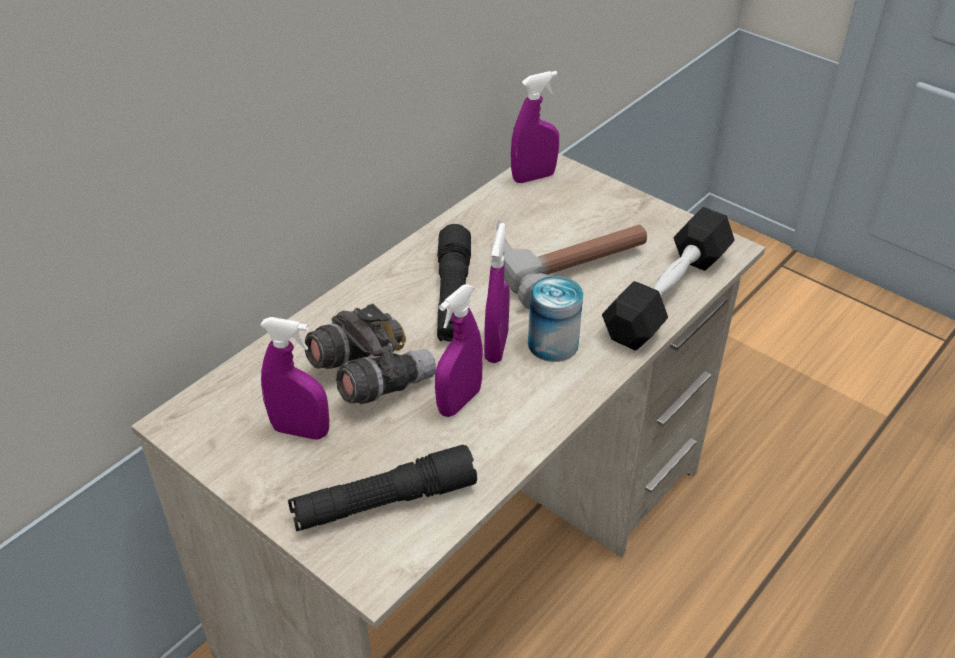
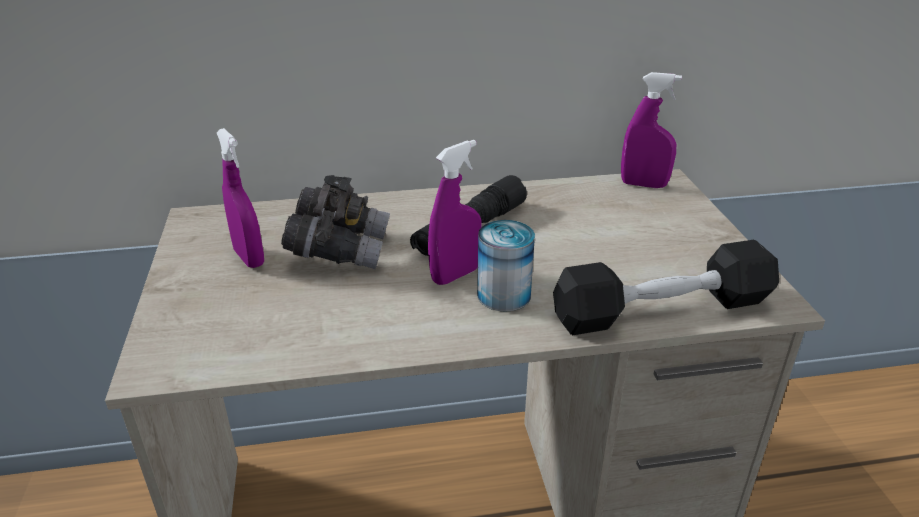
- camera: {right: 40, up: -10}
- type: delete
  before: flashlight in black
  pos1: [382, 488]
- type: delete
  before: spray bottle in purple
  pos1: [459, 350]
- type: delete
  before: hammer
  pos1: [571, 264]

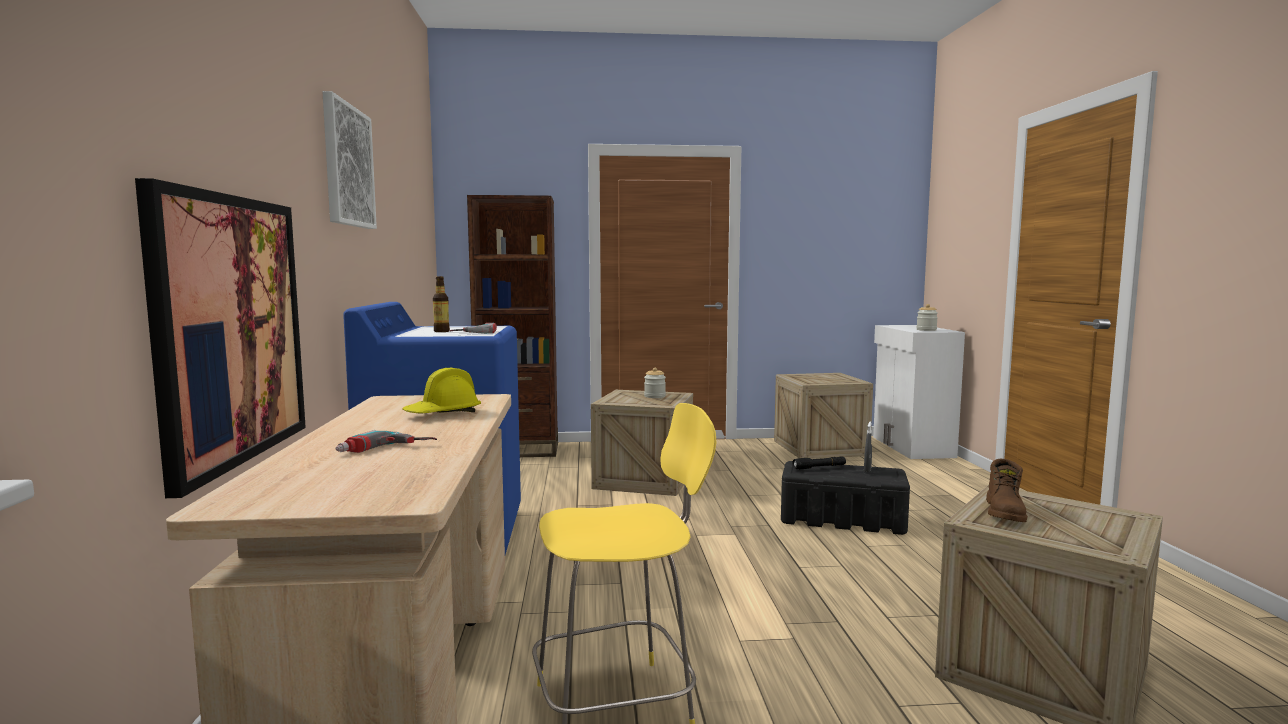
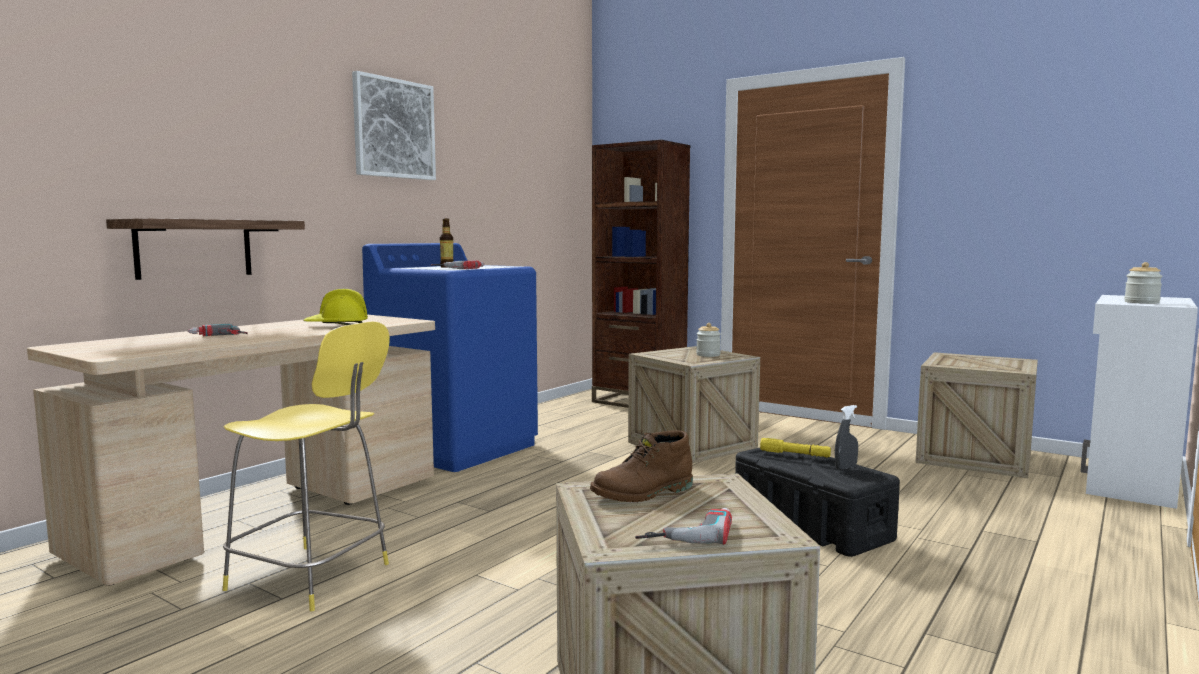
- camera: {right: 40, up: 0}
- type: insert
  after: power drill
  pos2: [683, 526]
- type: replace
  before: picture
  after: shelf
  pos1: [220, 338]
  pos2: [205, 249]
- type: recolor
  before: flashlight in black
  after: flashlight in yellow
  pos1: [819, 462]
  pos2: [795, 448]

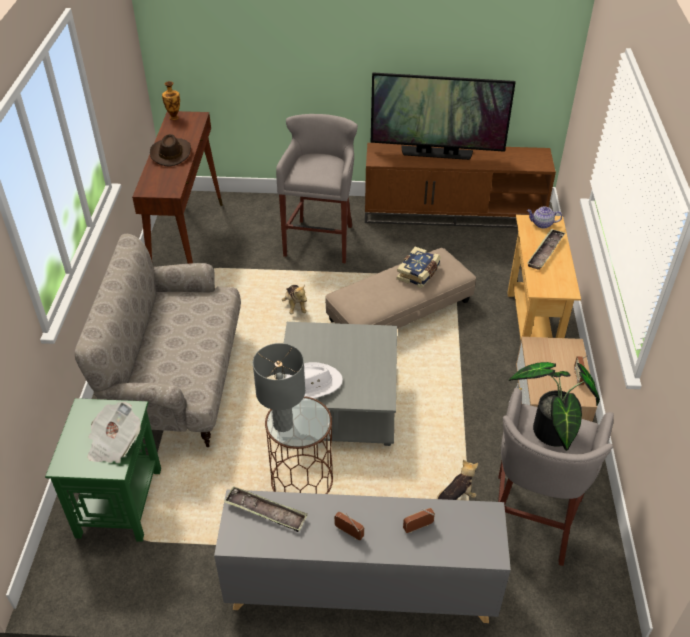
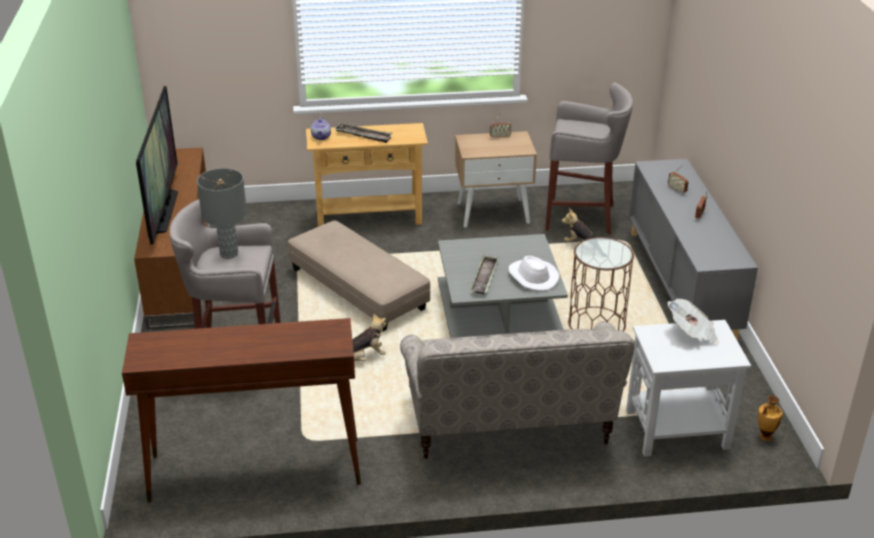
- camera: {right: -100, up: -10}
- type: delete
  before: hat in brown
  pos1: [170, 150]
- type: delete
  before: book
  pos1: [419, 267]
- type: delete
  before: potted plant
  pos1: [554, 406]
- type: move
  before: vase
  pos1: [171, 100]
  pos2: [770, 418]
- type: move
  before: tray
  pos1: [266, 509]
  pos2: [484, 275]
- type: move
  before: table lamp in grey
  pos1: [279, 387]
  pos2: [222, 213]
- type: recolor
  before: side table in green
  after: side table in white
  pos1: [103, 470]
  pos2: [688, 388]

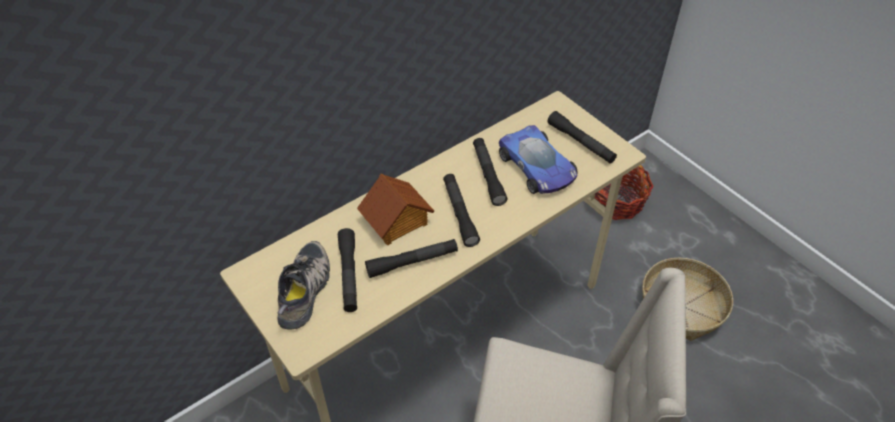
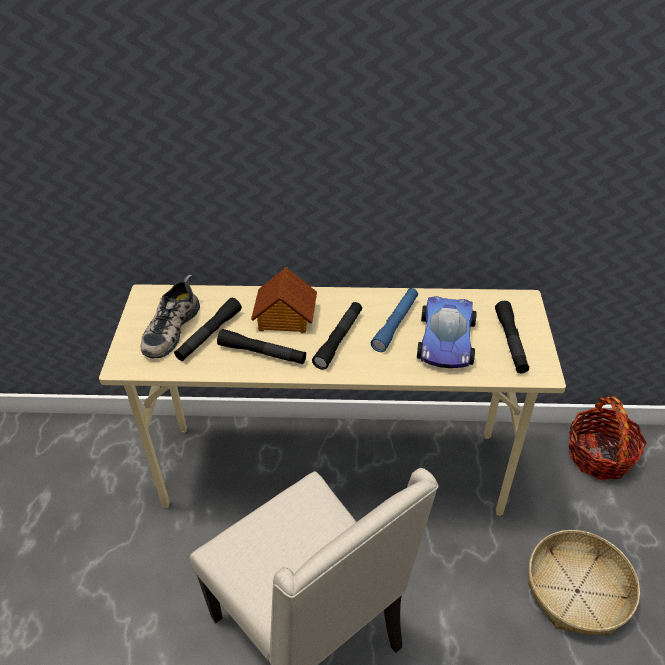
- camera: {right: 40, up: -5}
- type: recolor
  before: flashlight in black
  after: flashlight in blue
  pos1: [490, 172]
  pos2: [394, 320]
- type: rotate
  before: shoe
  pos1: [303, 285]
  pos2: [170, 317]
  turn: 150

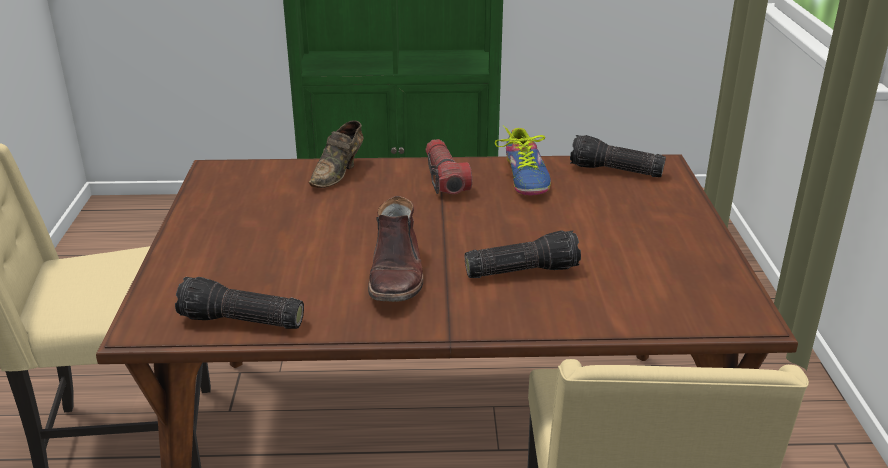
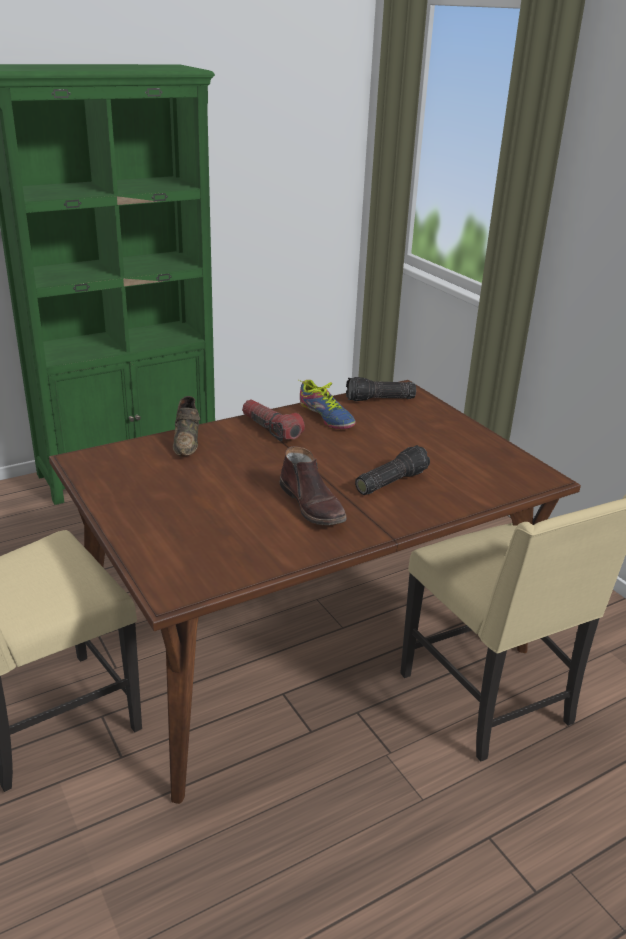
- camera: {right: -30, up: 0}
- type: delete
  before: flashlight
  pos1: [239, 303]

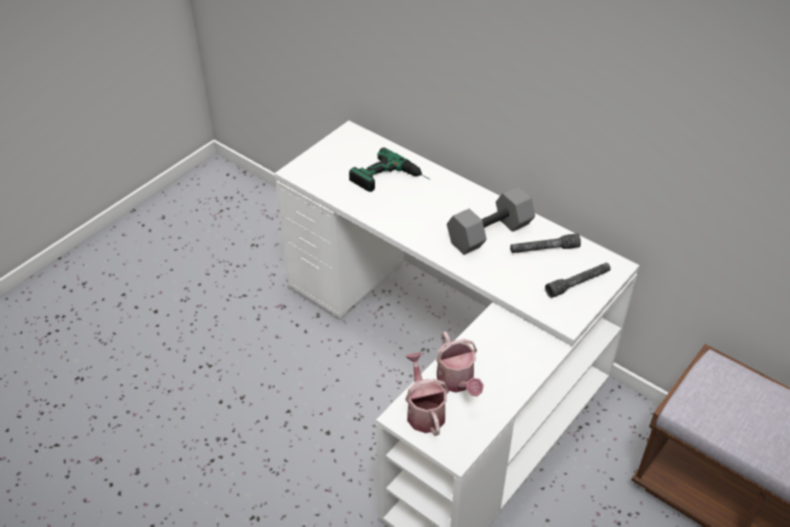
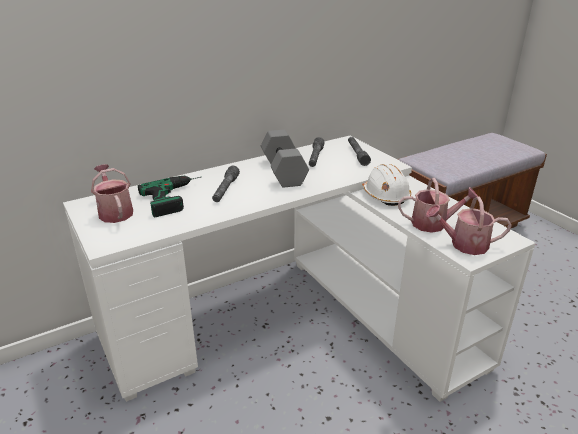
- camera: {right: -70, up: -15}
- type: insert
  after: watering can
  pos2: [112, 193]
- type: insert
  after: flashlight in grey
  pos2: [226, 184]
- type: insert
  after: hard hat in white
  pos2: [386, 185]

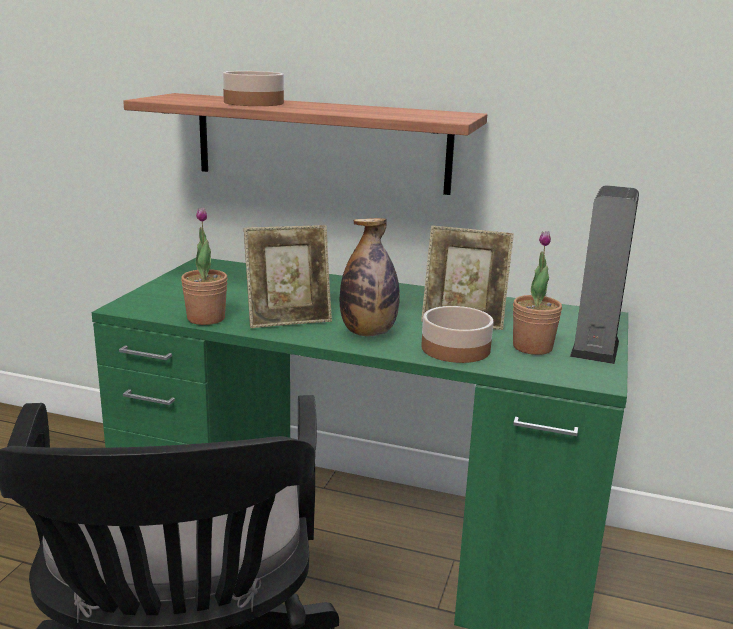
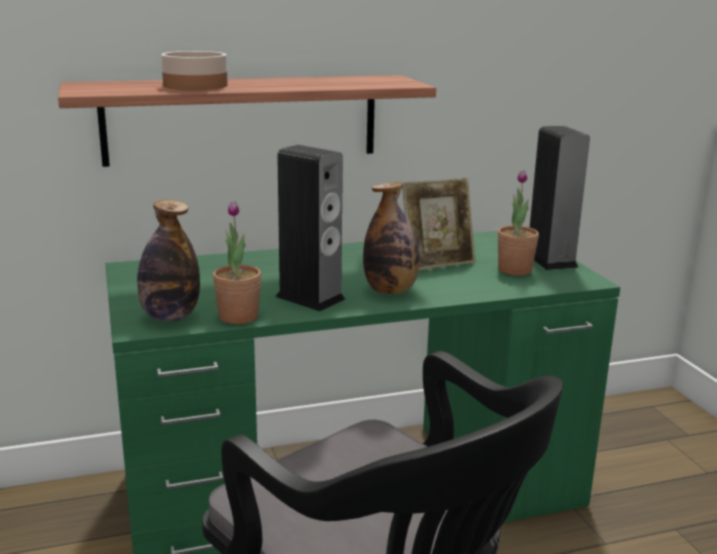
- camera: {right: -35, up: 0}
- type: delete
  before: bowl
  pos1: [457, 334]
- type: insert
  after: bottle
  pos2: [168, 260]
- type: replace
  before: picture frame
  after: speaker
  pos1: [288, 276]
  pos2: [310, 228]

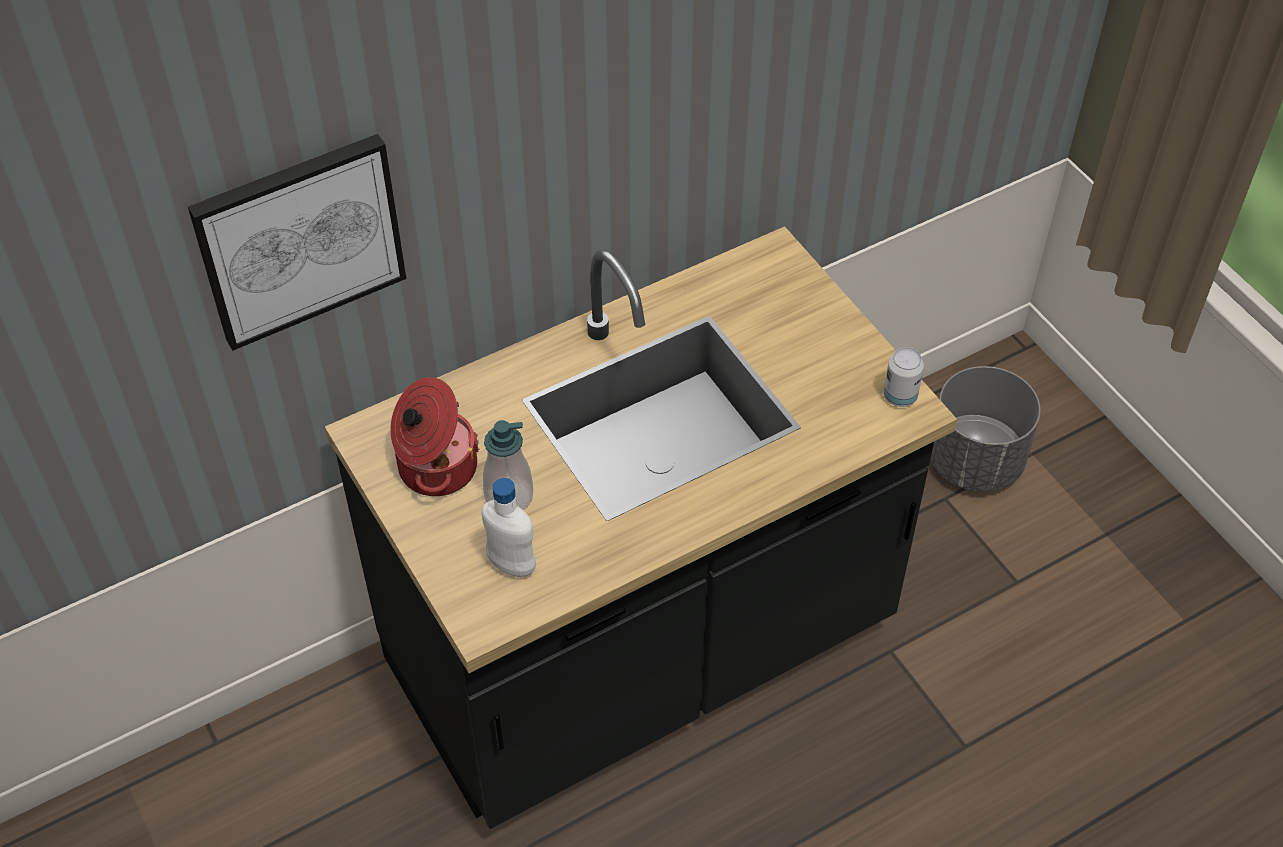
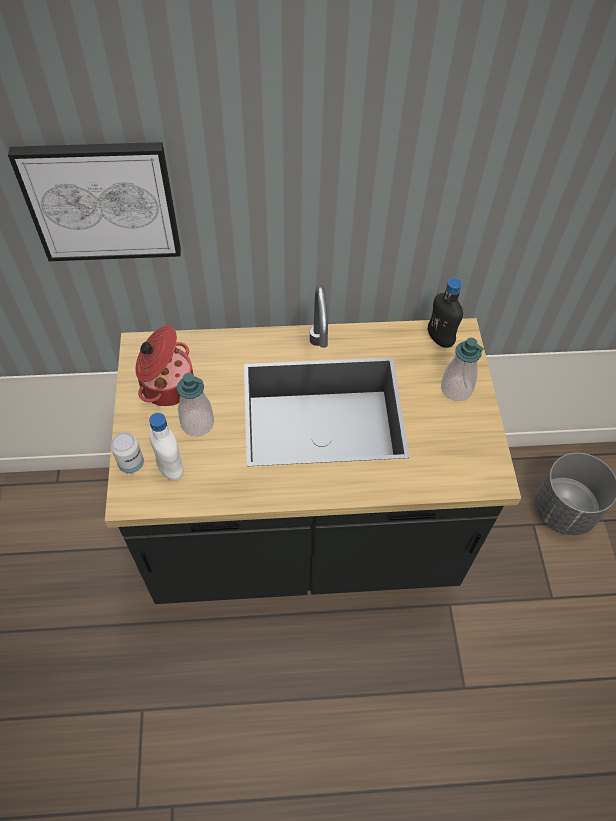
- camera: {right: 25, up: 5}
- type: insert
  after: bottle in black
  pos2: [445, 313]
- type: insert
  after: soap dispenser
  pos2: [462, 369]
- type: move
  before: can
  pos1: [903, 377]
  pos2: [127, 453]

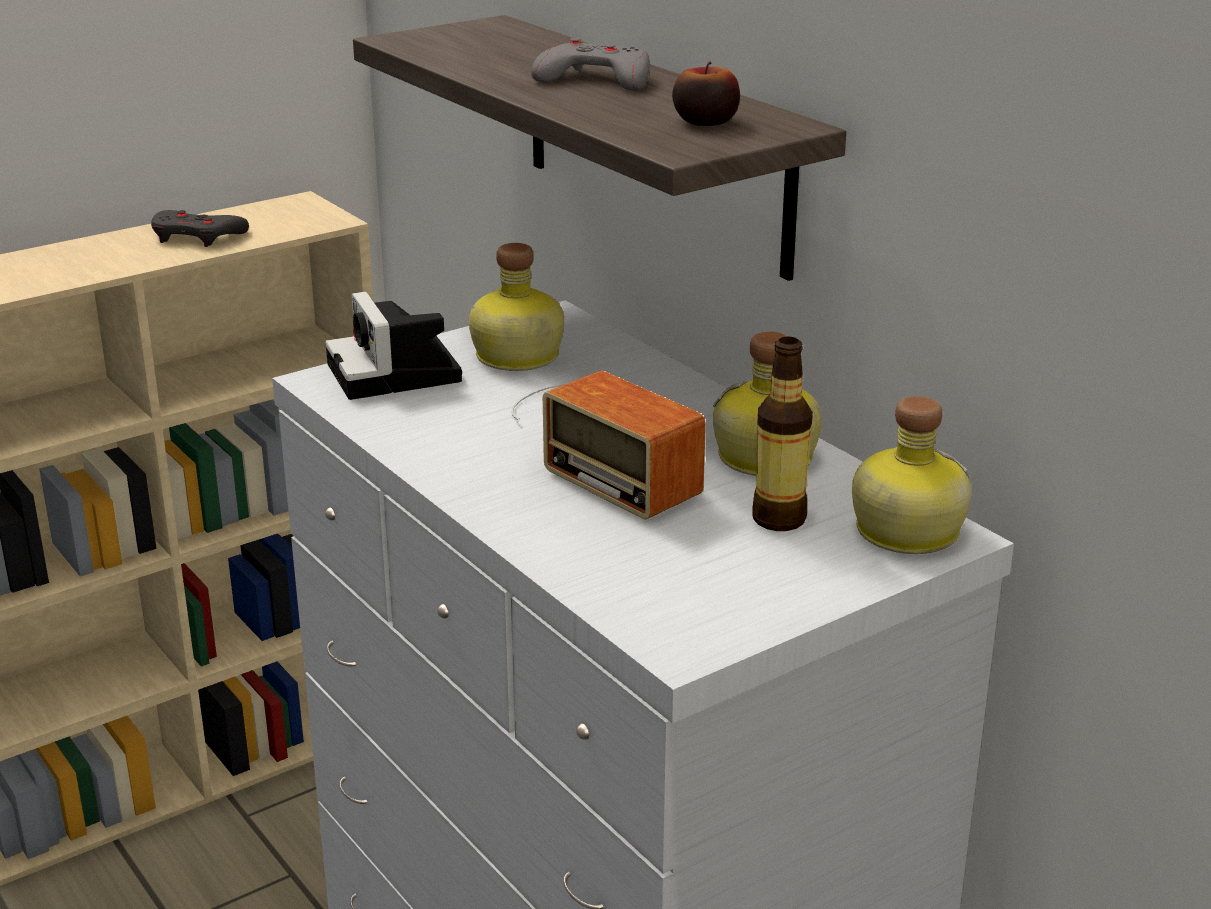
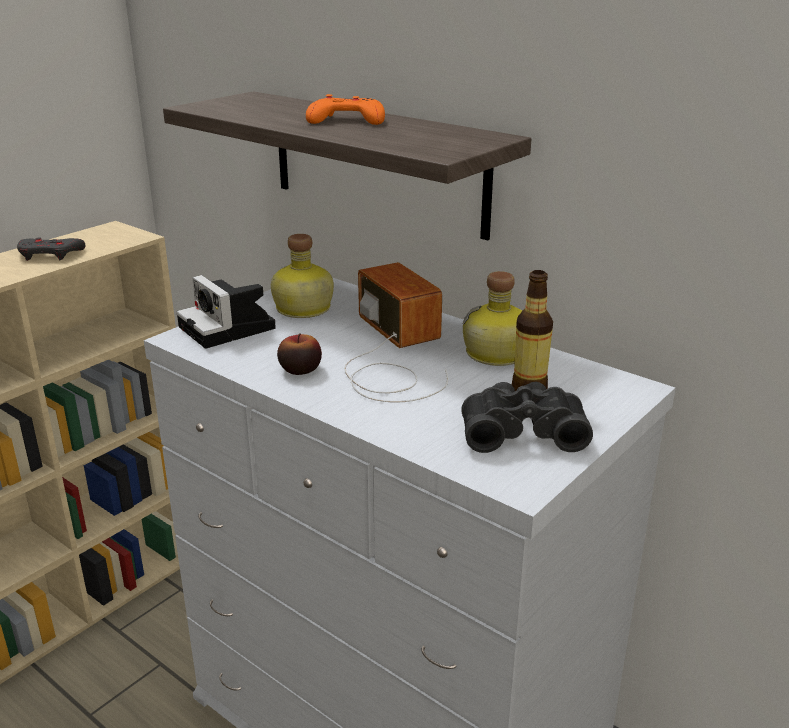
- camera: {right: -15, up: 0}
- type: delete
  before: bottle
  pos1: [912, 475]
- type: insert
  after: binoculars in black
  pos2: [527, 417]
- type: move
  before: apple
  pos1: [706, 93]
  pos2: [299, 354]
- type: recolor
  before: game controller in grey
  after: game controller in orange
  pos1: [590, 64]
  pos2: [345, 109]
- type: rotate
  before: radio
  pos1: [608, 444]
  pos2: [396, 332]
  turn: -150

